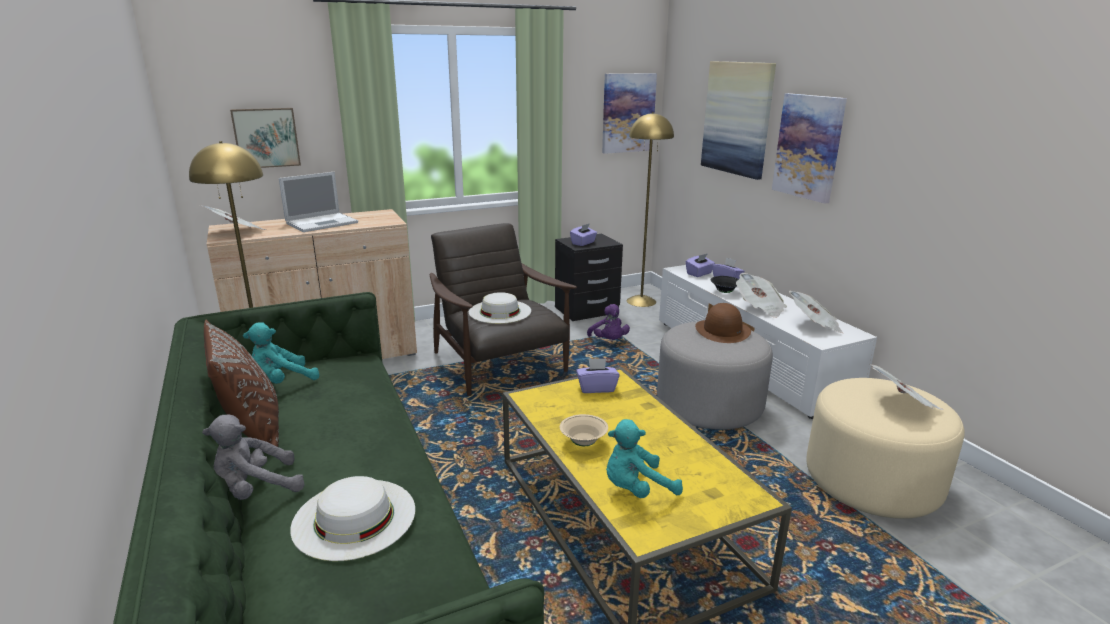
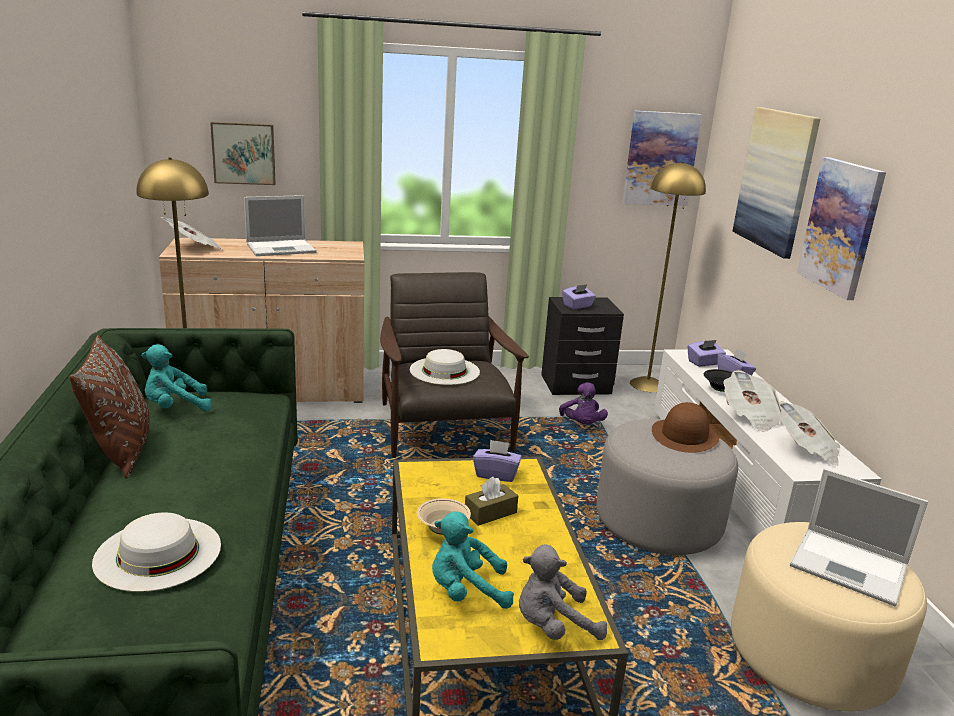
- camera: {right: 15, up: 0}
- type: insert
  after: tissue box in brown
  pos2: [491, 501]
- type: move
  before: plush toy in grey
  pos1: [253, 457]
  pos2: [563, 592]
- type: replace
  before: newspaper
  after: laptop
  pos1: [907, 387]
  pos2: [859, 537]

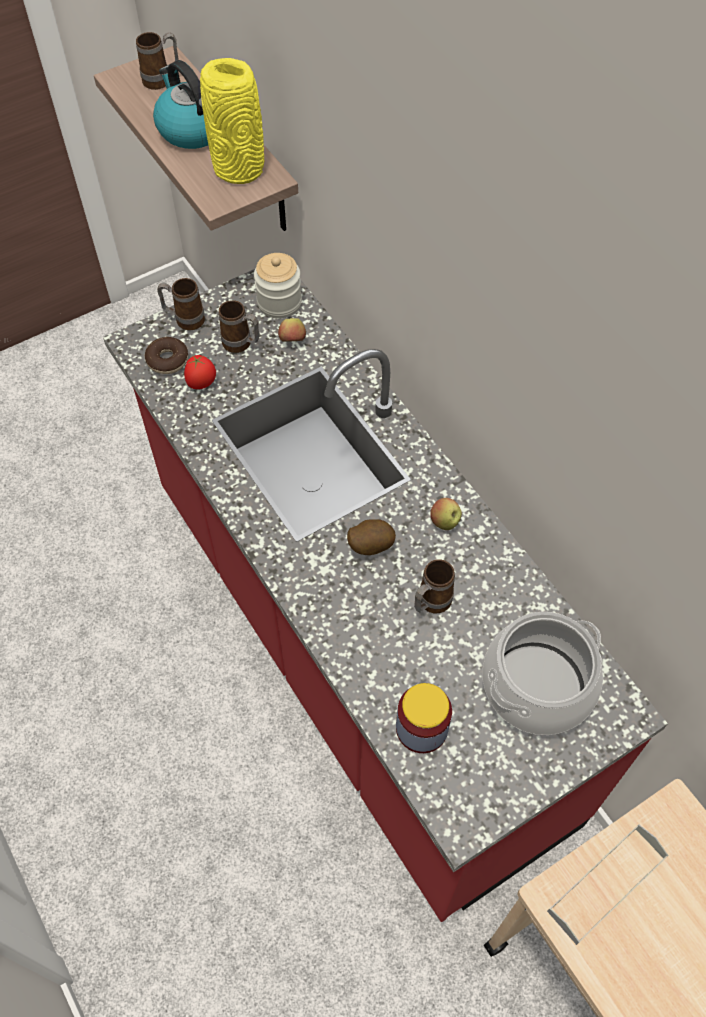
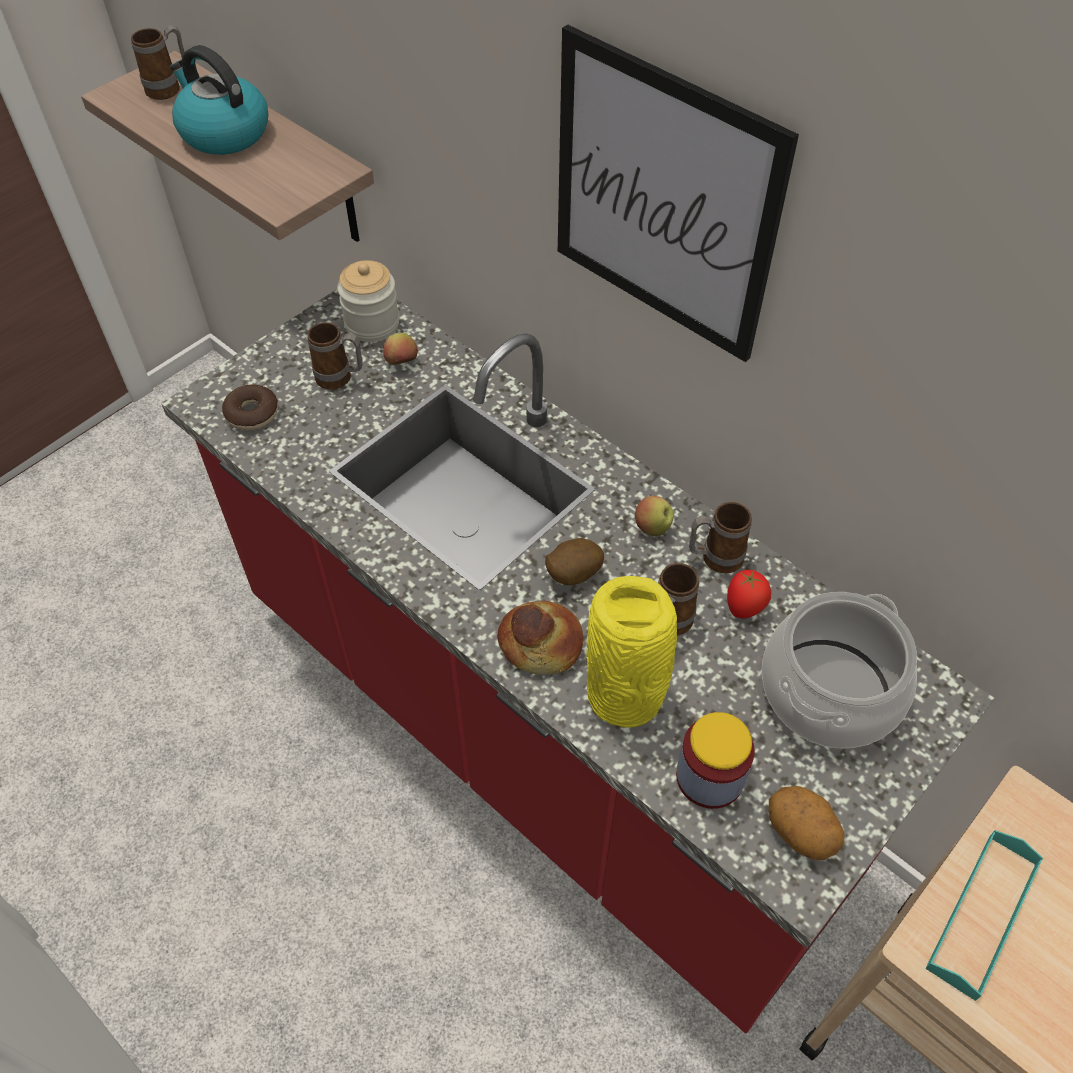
- camera: {right: -15, up: -5}
- type: insert
  after: bread
  pos2: [540, 638]
- type: insert
  after: picture
  pos2: [678, 193]
- type: insert
  after: potato
  pos2: [806, 823]
- type: move
  before: mug
  pos1: [181, 304]
  pos2: [720, 537]
- type: move
  before: tomato
  pos1: [200, 372]
  pos2: [749, 593]
- type: move
  before: vase in yellow
  pos1: [232, 121]
  pos2: [631, 652]
- type: recolor
  before: tray in grey
  after: tray in turquoise
  pos1: [608, 884]
  pos2: [984, 915]

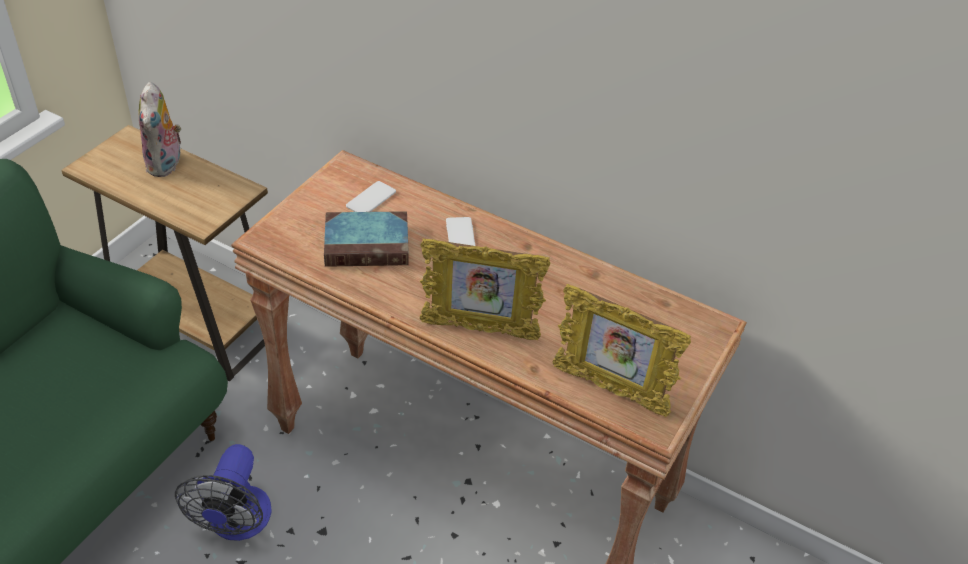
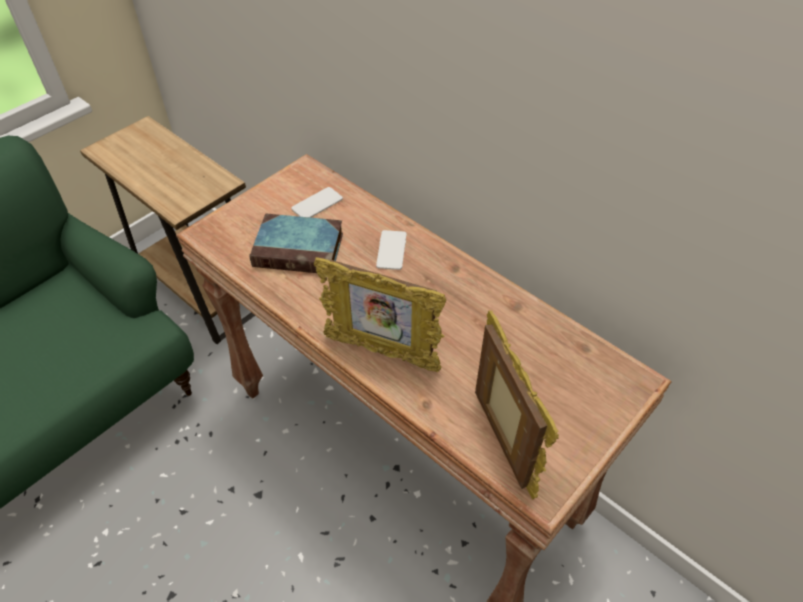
- camera: {right: 15, up: 5}
- type: delete
  before: plush toy
  pos1: [160, 129]
- type: delete
  before: fan
  pos1: [223, 492]
- type: rotate
  before: picture frame
  pos1: [622, 350]
  pos2: [517, 405]
  turn: -150

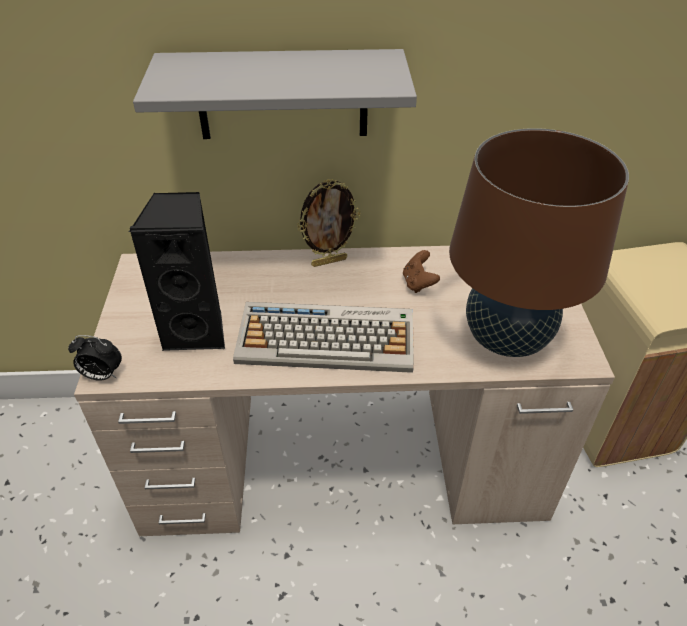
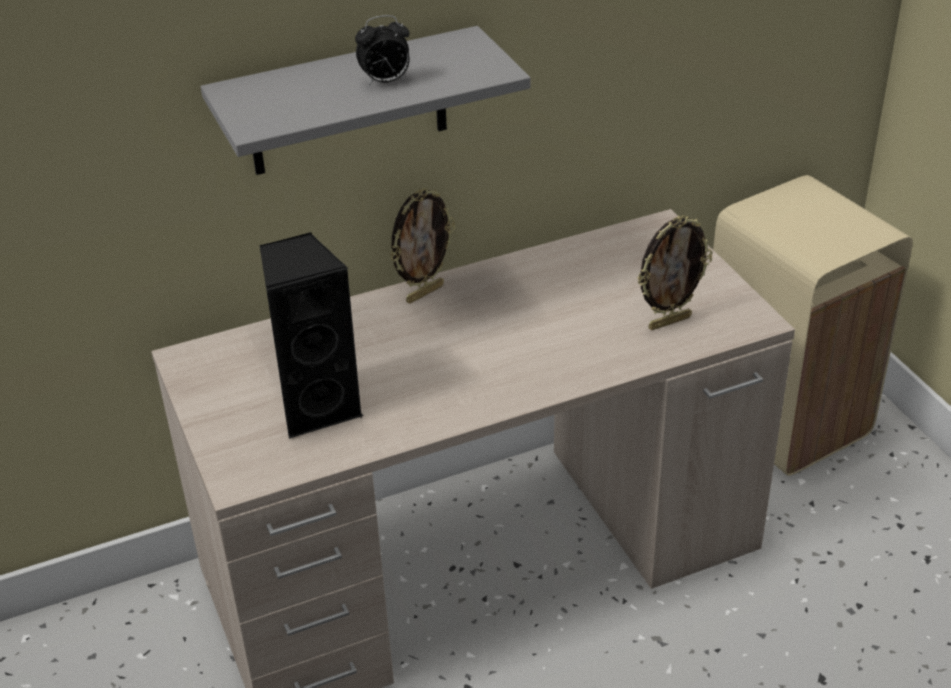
- camera: {right: -20, up: -5}
- type: delete
  before: keyboard
  pos1: [323, 337]
- type: delete
  before: game controller in brown
  pos1: [421, 271]
- type: move
  before: alarm clock
  pos1: [95, 358]
  pos2: [382, 50]
- type: replace
  before: table lamp in brown
  after: picture frame
  pos1: [539, 242]
  pos2: [675, 273]

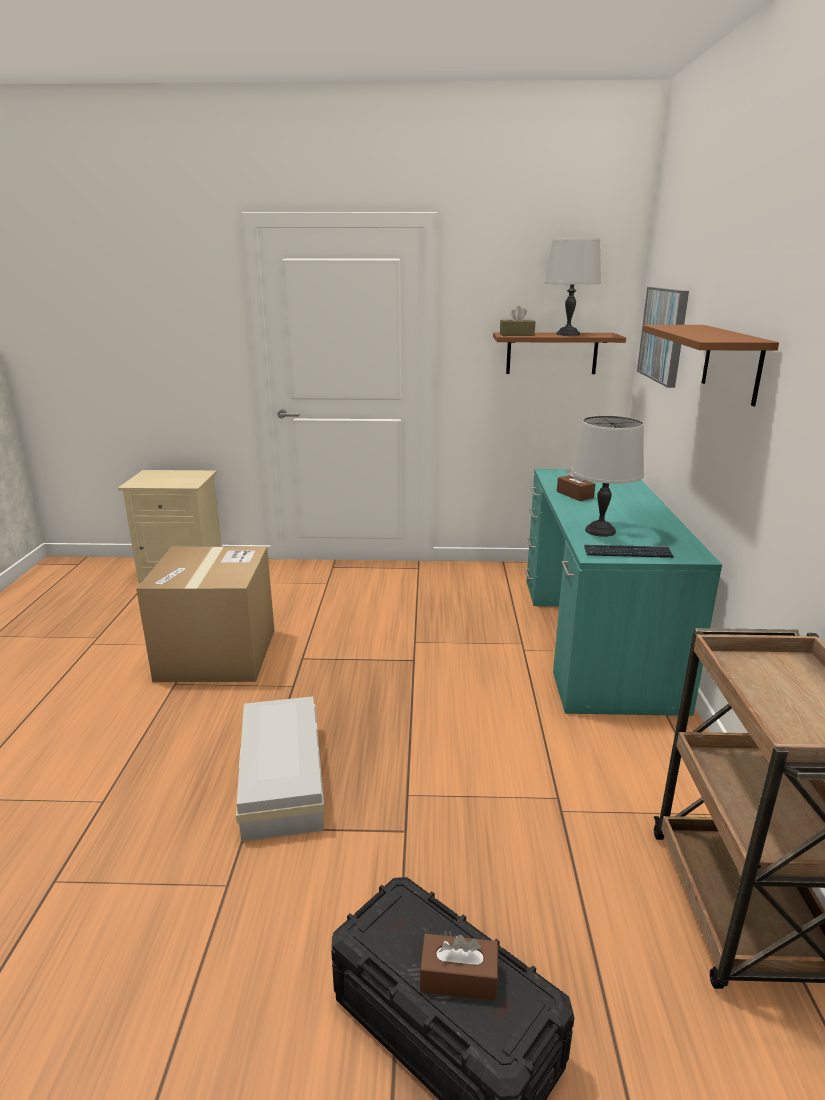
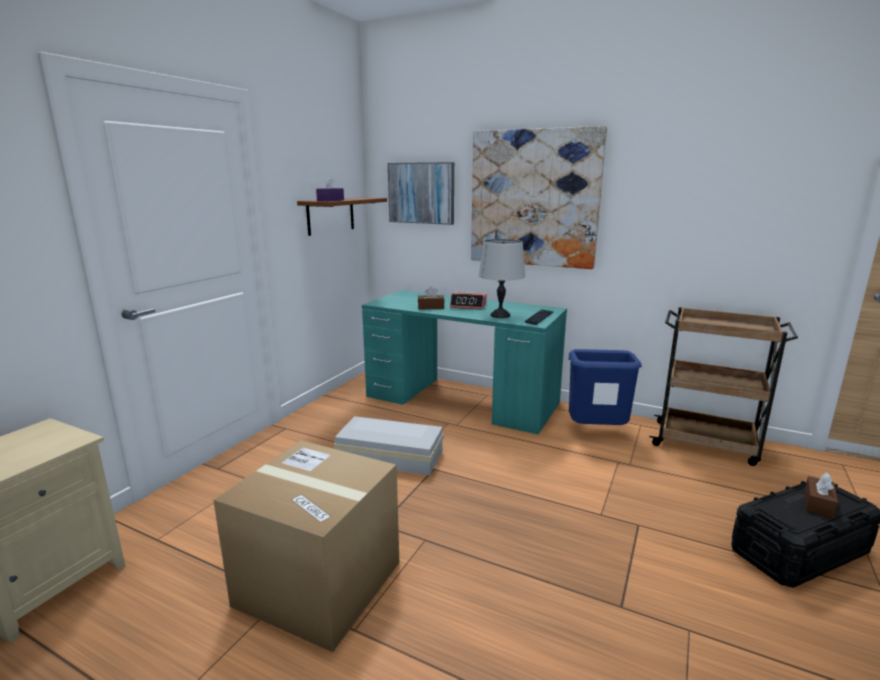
- camera: {right: -65, up: -5}
- type: delete
  before: table lamp in grey
  pos1: [572, 287]
- type: insert
  after: alarm clock
  pos2: [468, 300]
- type: insert
  after: trash can in blue
  pos2: [605, 387]
- type: move
  before: storage box in white
  pos1: [280, 769]
  pos2: [389, 445]
- type: replace
  before: shelf in brown
  after: picture
  pos1: [710, 365]
  pos2: [539, 197]
- type: recolor
  before: tissue box in brown
  after: tissue box in purple
  pos1: [517, 321]
  pos2: [330, 189]

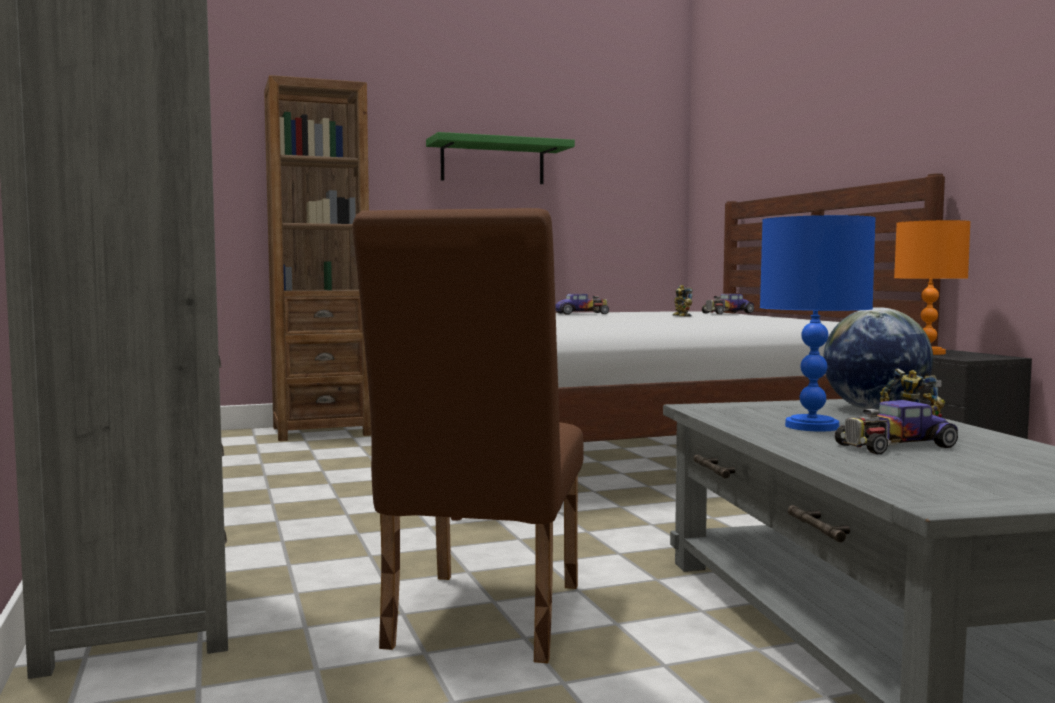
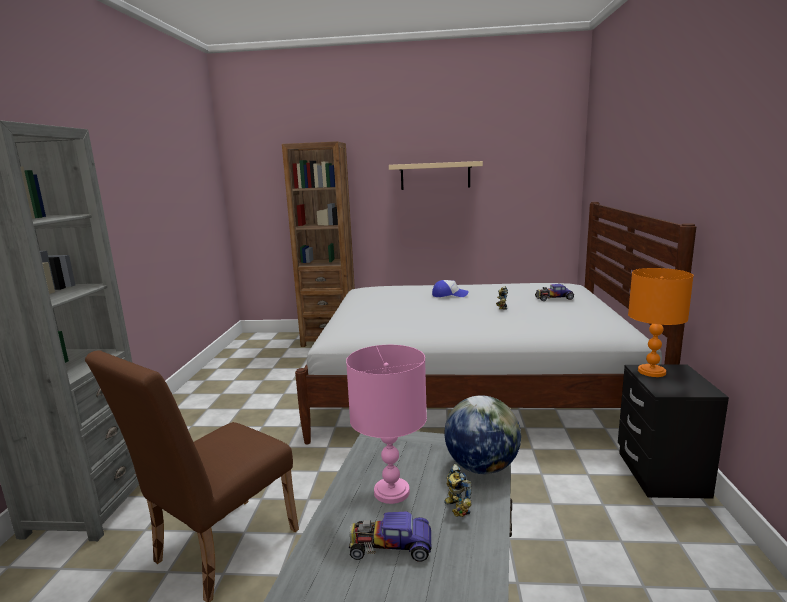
- camera: {right: 25, up: 10}
- type: replace
  before: toy car
  after: cap
  pos1: [582, 304]
  pos2: [450, 288]
- type: recolor
  before: shelf in green
  after: shelf in beige
  pos1: [500, 158]
  pos2: [436, 175]
- type: recolor
  before: table lamp in blue
  after: table lamp in pink
  pos1: [818, 323]
  pos2: [386, 424]

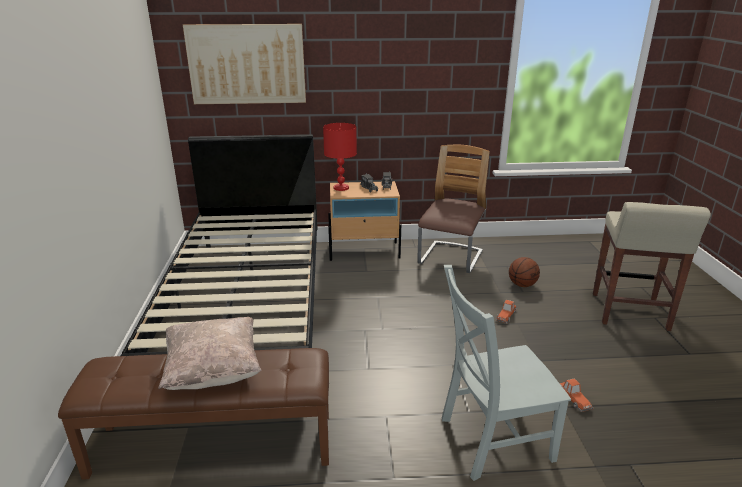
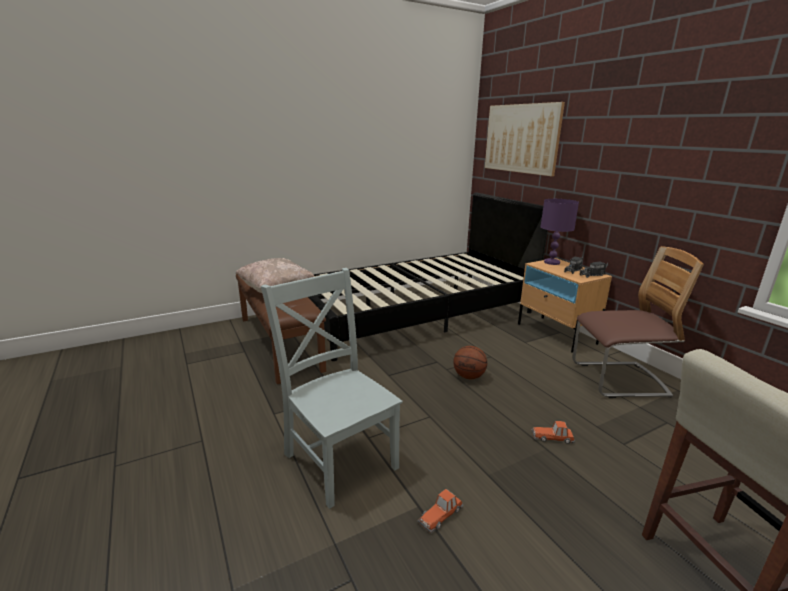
- camera: {right: 65, up: -5}
- type: move
  before: basketball
  pos1: [524, 272]
  pos2: [470, 362]
- type: recolor
  before: table lamp in red
  after: table lamp in purple
  pos1: [340, 157]
  pos2: [559, 232]

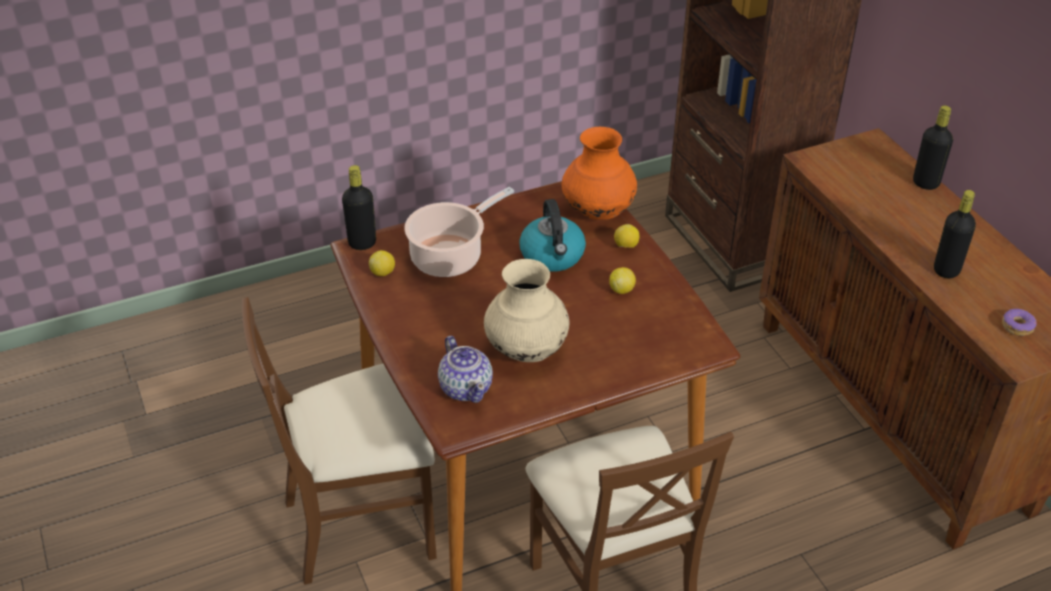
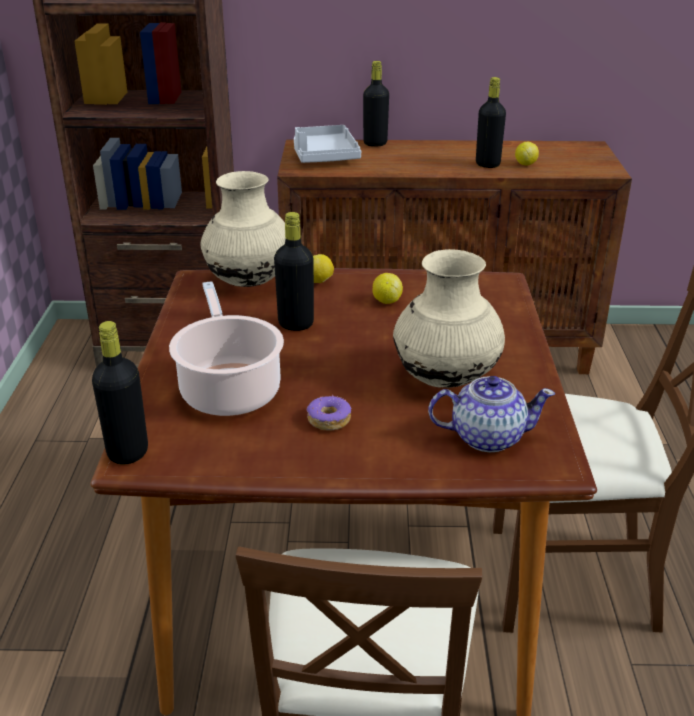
- camera: {right: -65, up: -10}
- type: insert
  after: tray in grey
  pos2: [327, 144]
- type: move
  before: lemon
  pos1: [382, 263]
  pos2: [527, 153]
- type: move
  before: donut
  pos1: [1019, 322]
  pos2: [328, 412]
- type: replace
  before: kettle
  after: bottle in black
  pos1: [552, 235]
  pos2: [294, 271]
- type: recolor
  before: vase in orange
  after: vase in beige
  pos1: [599, 173]
  pos2: [243, 229]

